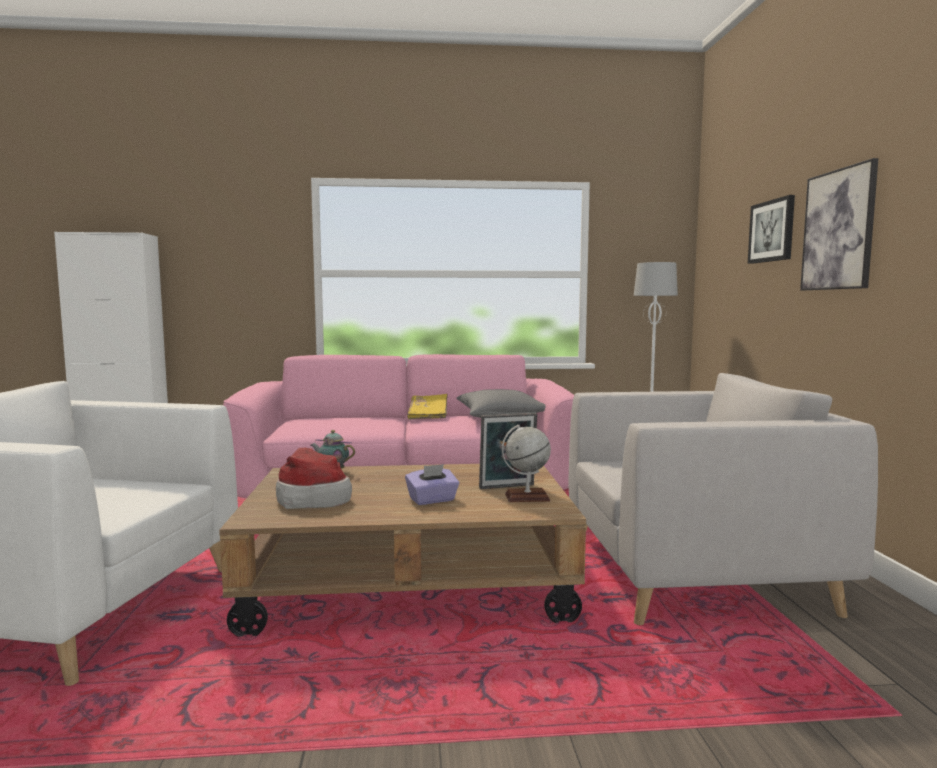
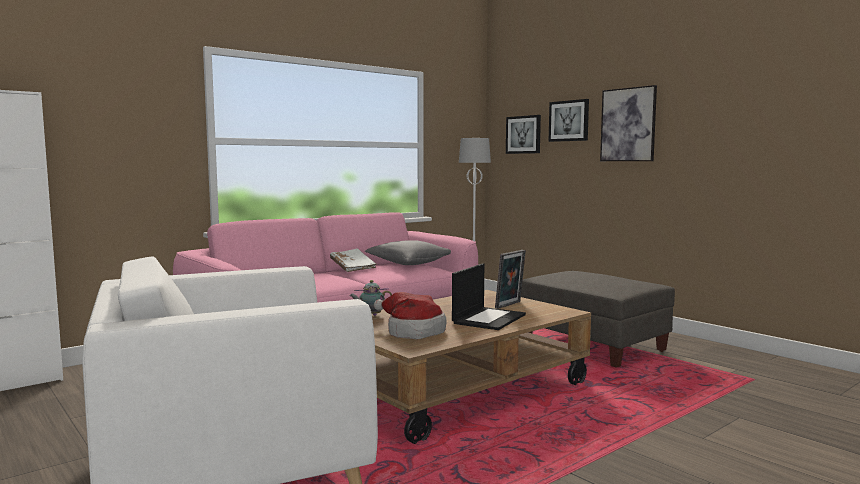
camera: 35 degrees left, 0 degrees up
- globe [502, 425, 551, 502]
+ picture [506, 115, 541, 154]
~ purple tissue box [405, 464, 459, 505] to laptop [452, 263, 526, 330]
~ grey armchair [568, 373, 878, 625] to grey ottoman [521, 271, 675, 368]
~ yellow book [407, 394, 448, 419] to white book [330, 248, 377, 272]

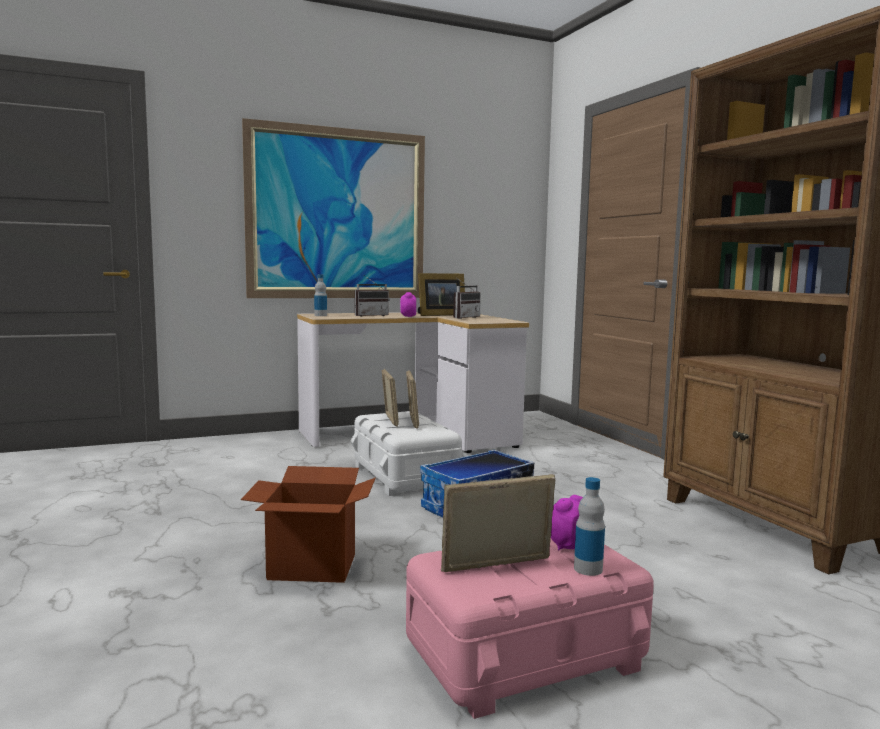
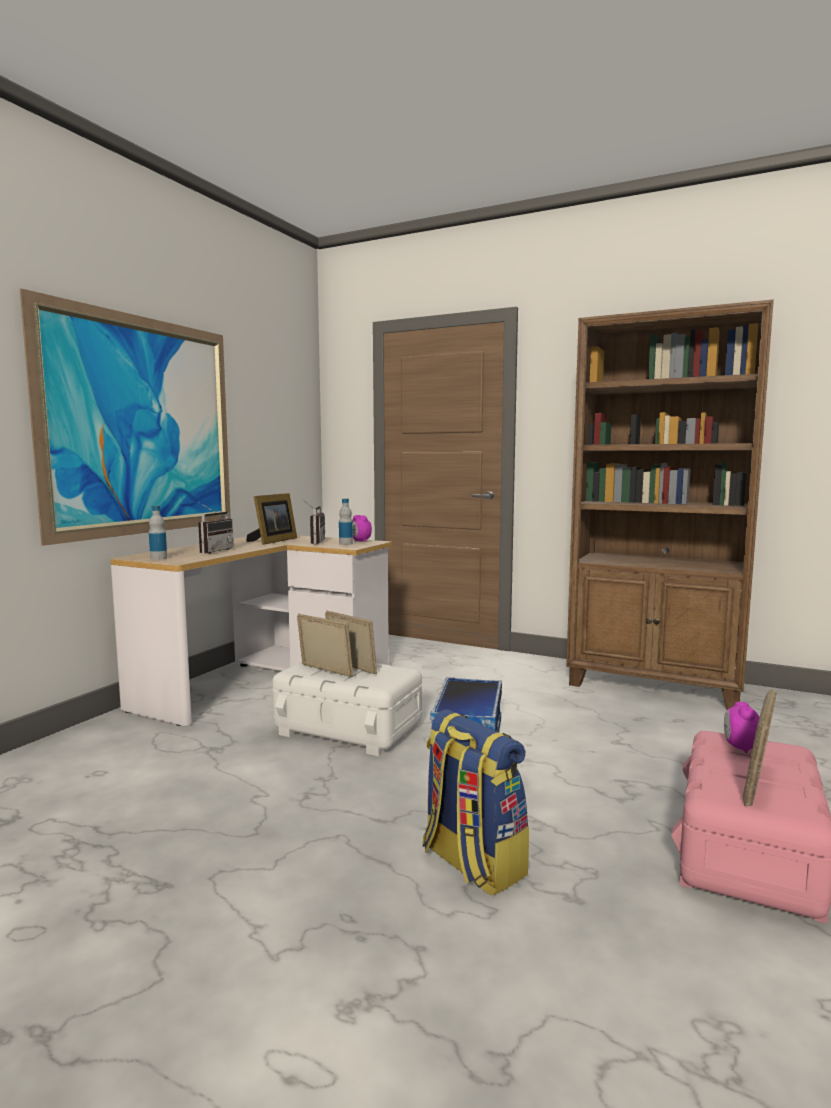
camera: 40 degrees left, 0 degrees up
~ alarm clock [400, 292, 416, 317] to [352, 515, 372, 542]
~ bottle [574, 477, 605, 576] to [339, 499, 353, 545]
~ cardboard box [241, 466, 376, 583] to backpack [423, 709, 529, 896]

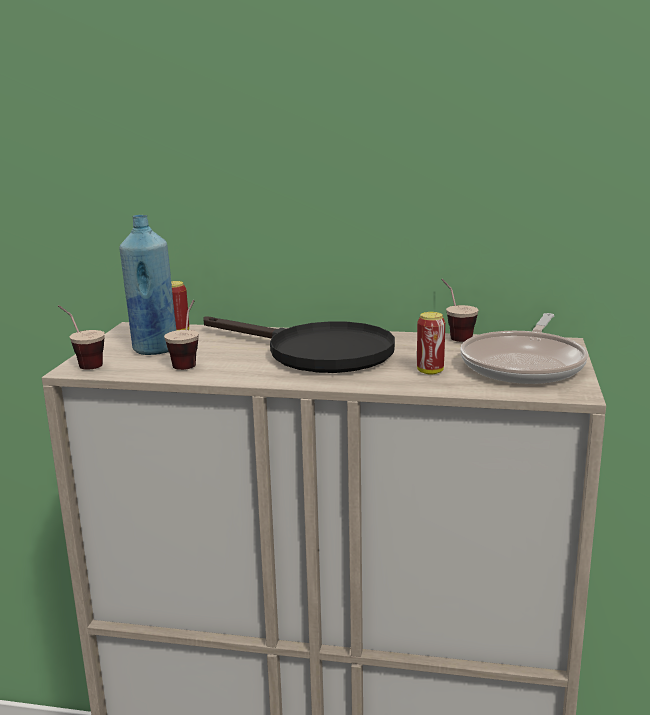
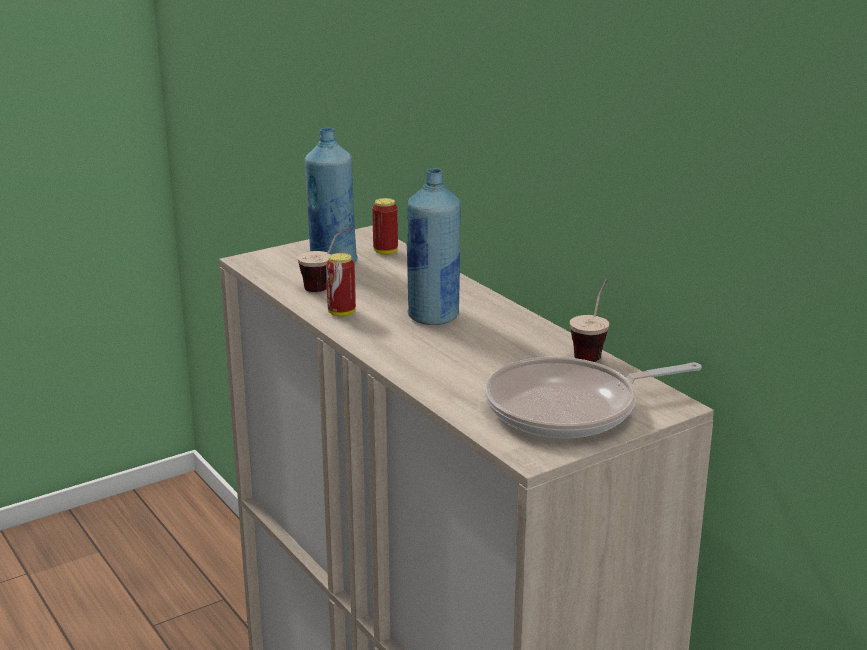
camera: 45 degrees right, 5 degrees up
- cup [58, 305, 105, 370]
~ can [417, 312, 445, 375] to [326, 253, 356, 317]
~ black frying pan [204, 316, 395, 373] to blue bottle [406, 168, 461, 325]

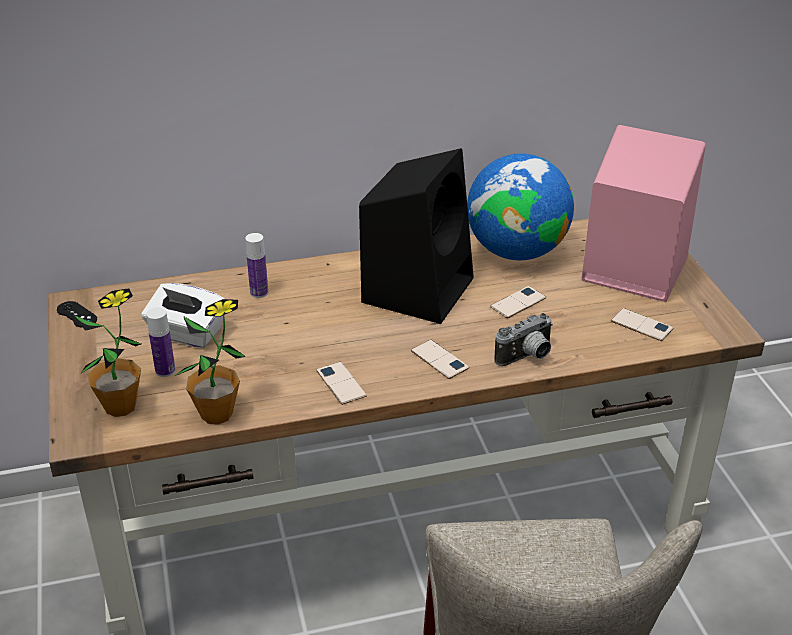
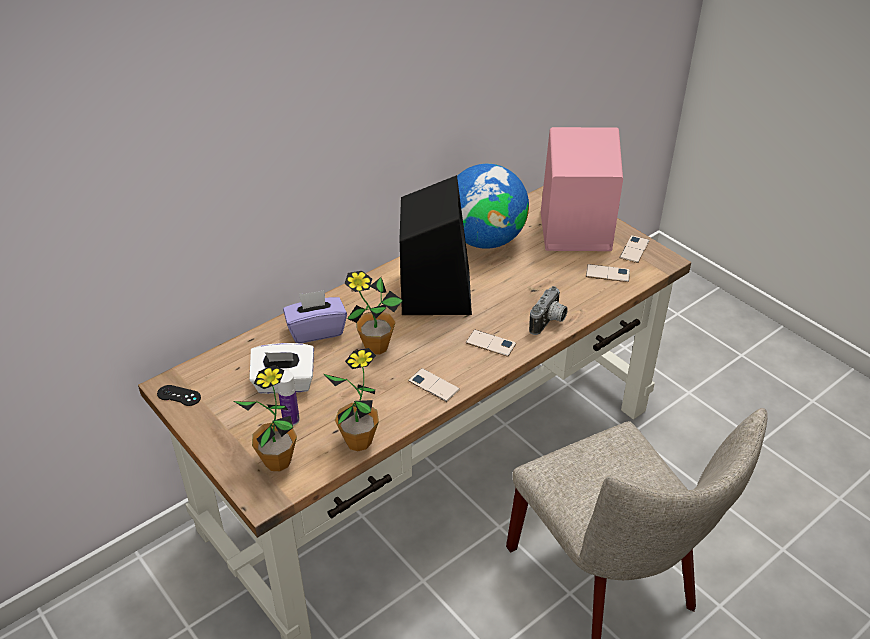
camera: 25 degrees left, 5 degrees up
+ potted plant [344, 271, 403, 355]
~ phone [490, 286, 546, 318] to [619, 235, 649, 263]
~ bottle [245, 233, 268, 298] to purple tissue box [283, 290, 347, 343]

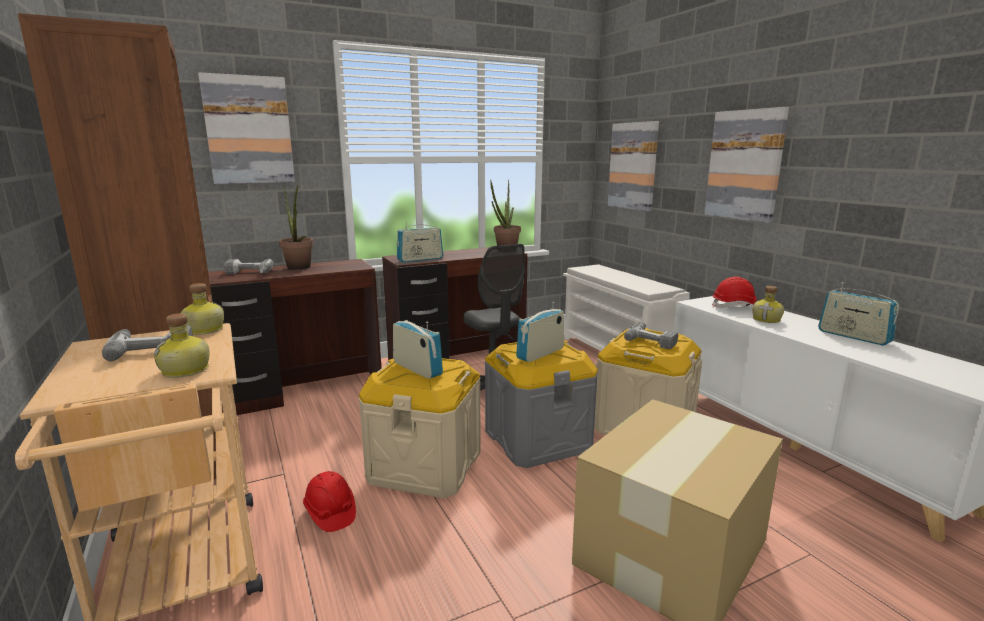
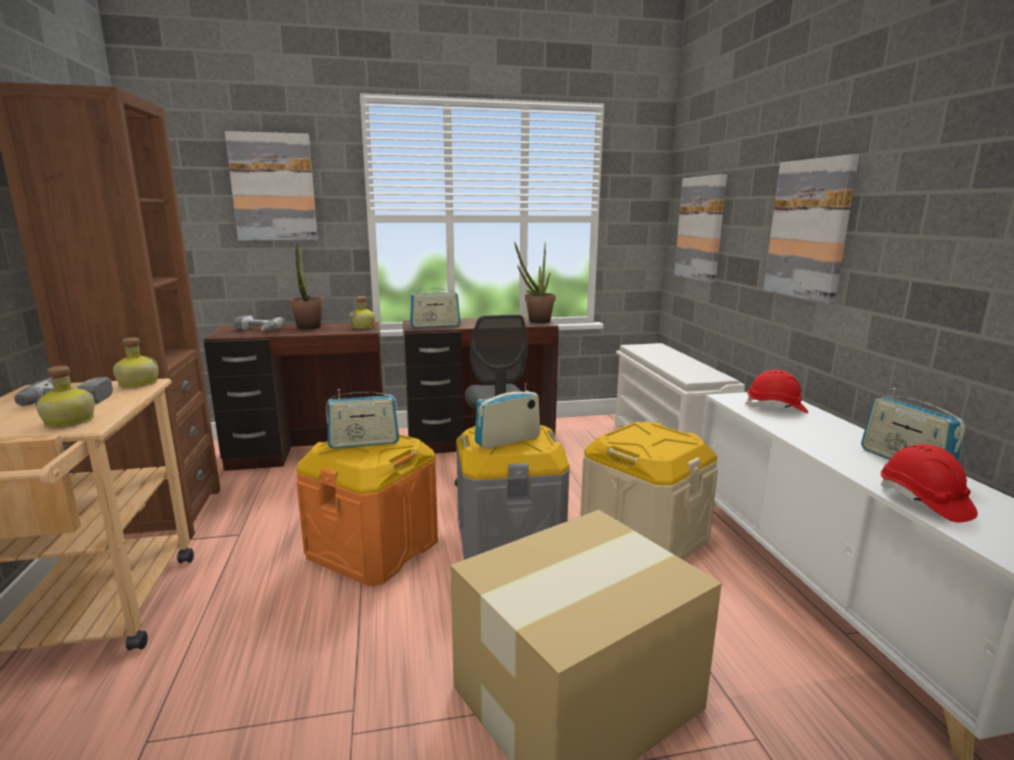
camera: 15 degrees right, 0 degrees up
- power drill [624, 323, 678, 349]
~ red hard hat [303, 471, 356, 532] to [881, 444, 978, 522]
~ bottle [752, 286, 784, 323] to [349, 297, 375, 329]
~ beige storage box [359, 358, 481, 498] to orange storage box [296, 434, 438, 586]
~ radio [393, 320, 443, 379] = [326, 389, 399, 449] 105 degrees clockwise

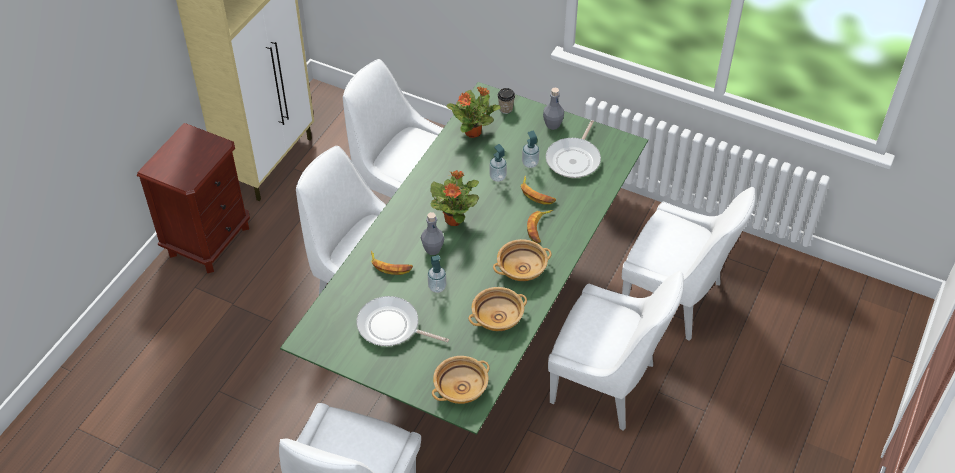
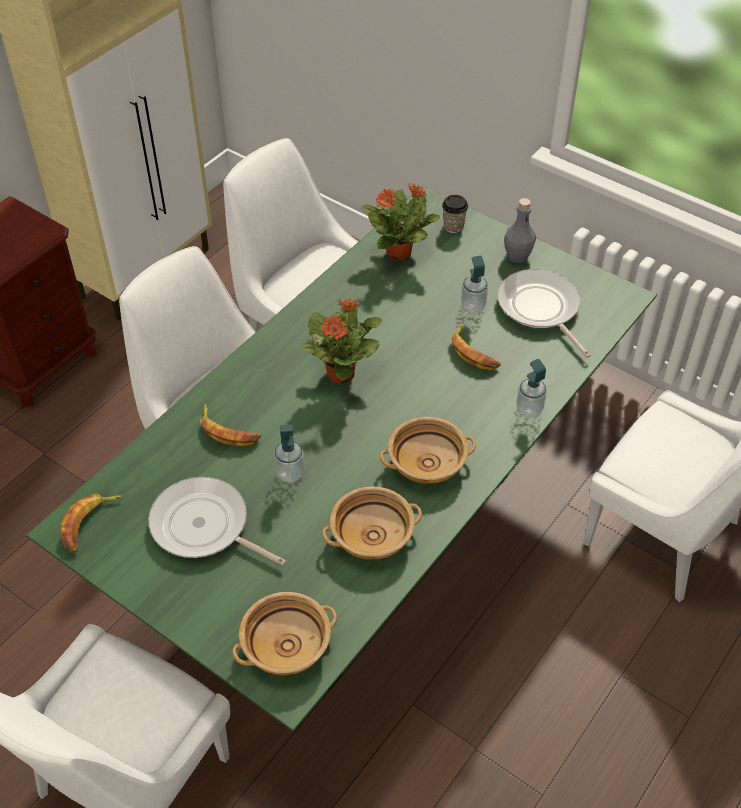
camera: 10 degrees right, 0 degrees up
- grey bottle [421, 212, 444, 255]
- white chair [548, 271, 684, 431]
~ soap dispenser [489, 144, 507, 182] to [516, 359, 547, 418]
~ banana [527, 210, 553, 243] to [60, 494, 123, 553]
~ frying pan [546, 120, 601, 178] = [497, 269, 591, 358] 120 degrees clockwise

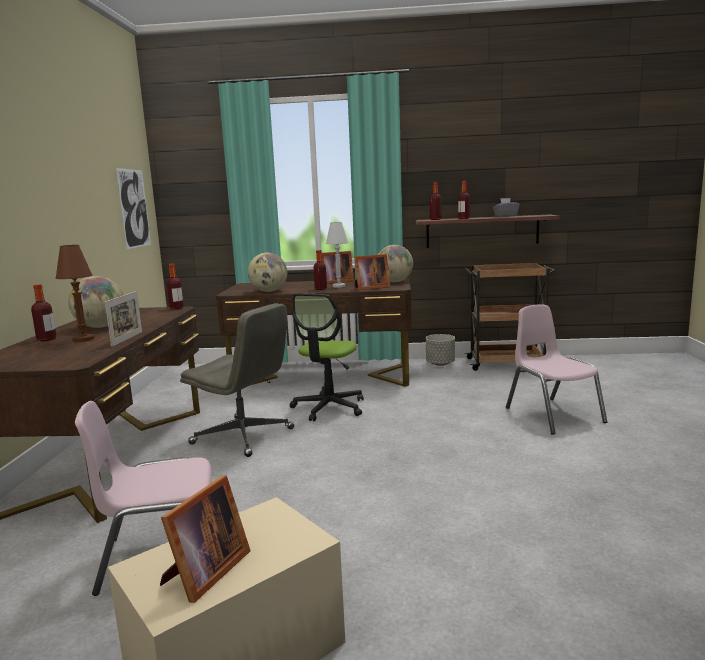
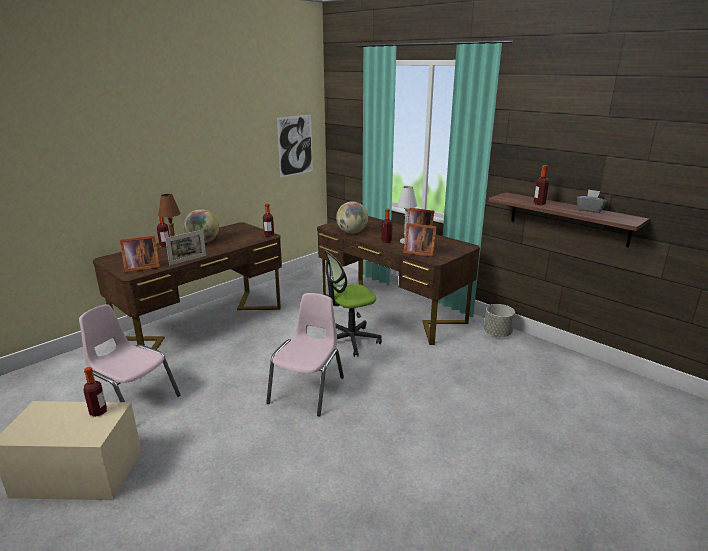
camera: 40 degrees right, 10 degrees up
- grey office chair [180, 303, 294, 457]
- globe [378, 245, 413, 282]
- brown cart [464, 263, 555, 371]
~ picture frame [160, 475, 251, 603] to [119, 235, 160, 272]
~ bottle [430, 182, 442, 220] to [84, 367, 107, 417]
~ pink chair [506, 304, 607, 435] to [266, 293, 344, 417]

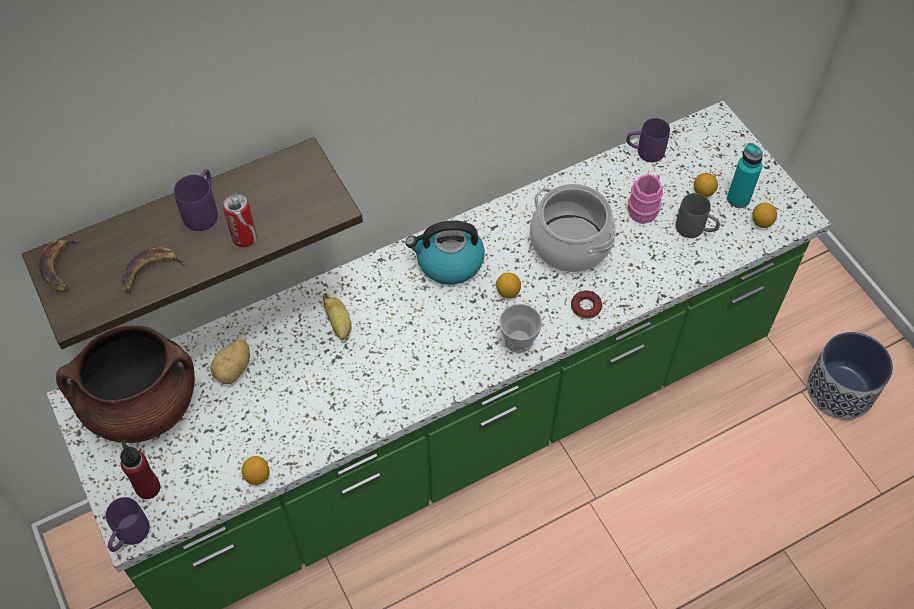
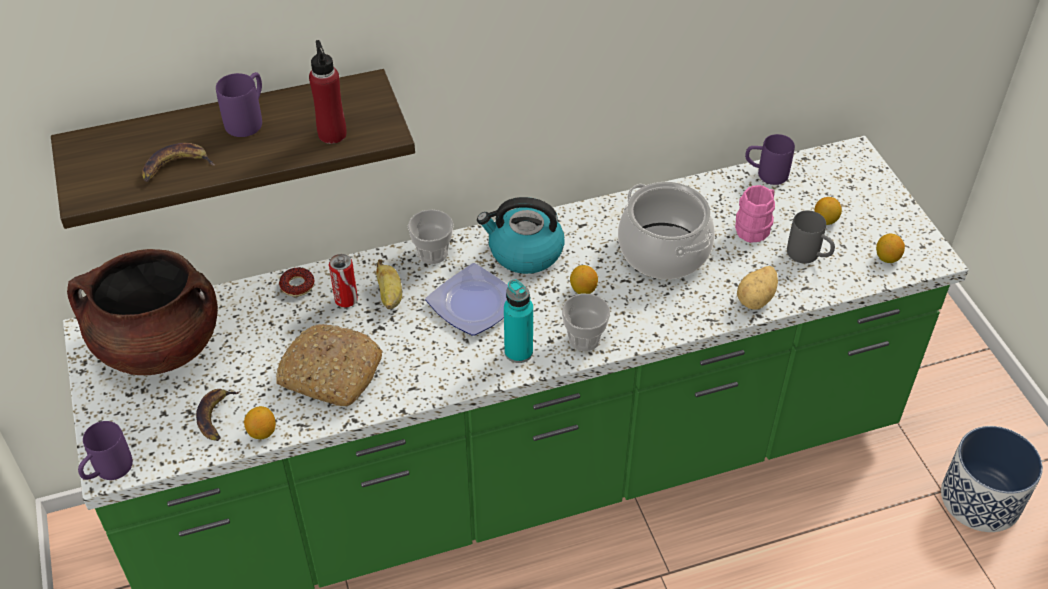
camera: 10 degrees right, 10 degrees down
+ bread [276, 324, 383, 406]
+ cup [408, 209, 454, 264]
+ plate [425, 263, 508, 336]
~ banana [39, 239, 80, 291] to [196, 389, 240, 441]
~ red bottle [120, 439, 160, 499] to [309, 40, 347, 144]
~ potato [210, 339, 250, 384] to [737, 266, 778, 310]
~ can [223, 193, 257, 247] to [329, 254, 358, 307]
~ donut [571, 290, 602, 319] to [279, 267, 314, 296]
~ turquoise bottle [727, 143, 763, 208] to [504, 279, 533, 363]

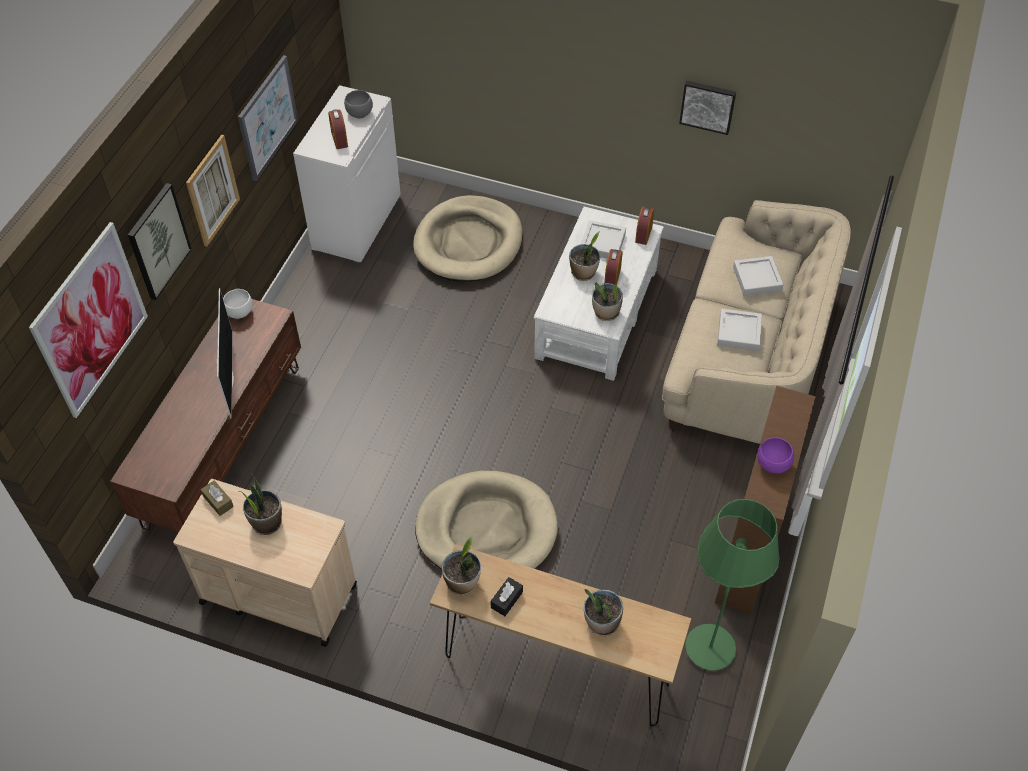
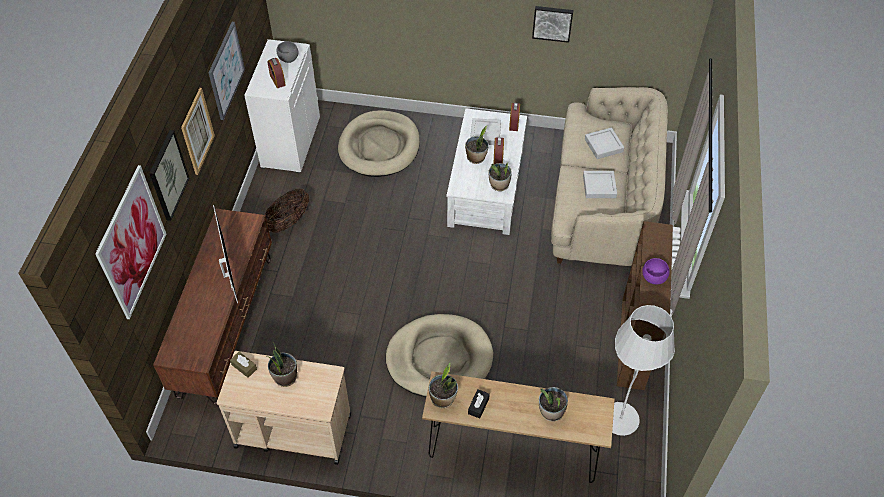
camera: 10 degrees left, 0 degrees up
- white bowl [223, 289, 253, 319]
+ basket [265, 188, 309, 233]
~ green floor lamp [685, 499, 780, 671] to white floor lamp [612, 305, 675, 436]

